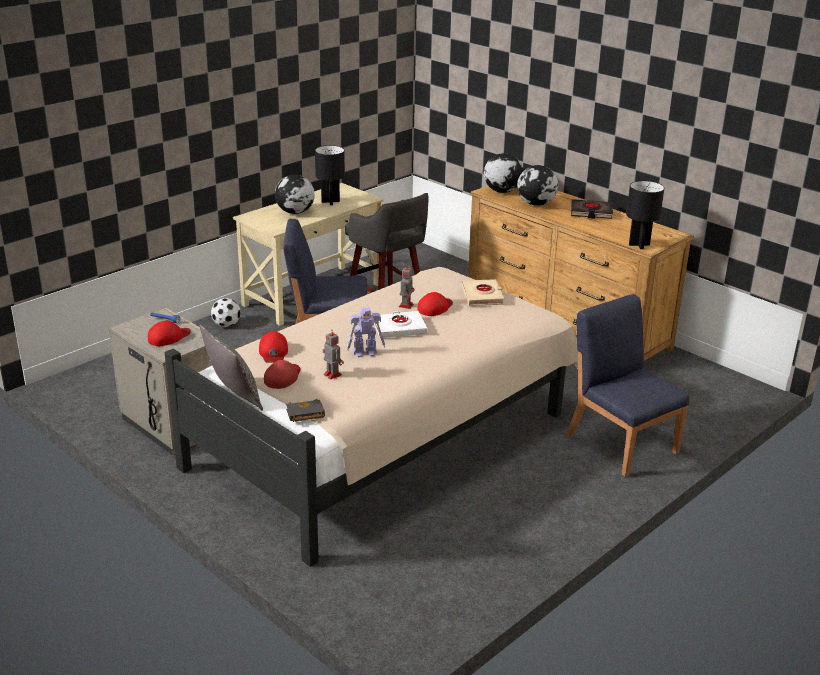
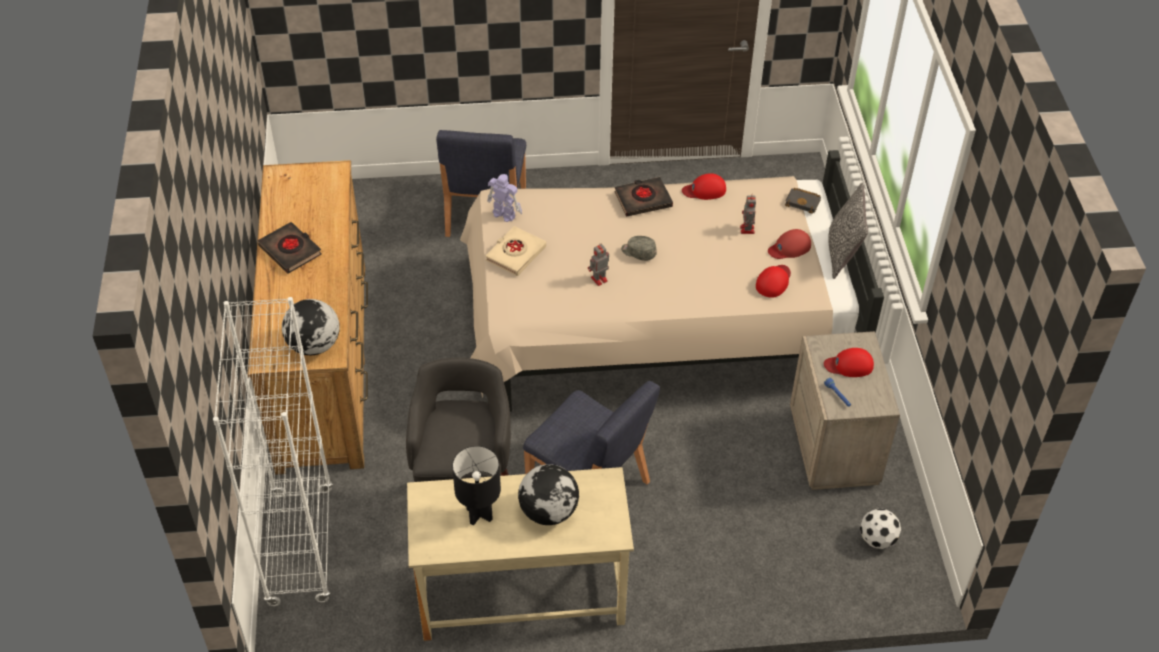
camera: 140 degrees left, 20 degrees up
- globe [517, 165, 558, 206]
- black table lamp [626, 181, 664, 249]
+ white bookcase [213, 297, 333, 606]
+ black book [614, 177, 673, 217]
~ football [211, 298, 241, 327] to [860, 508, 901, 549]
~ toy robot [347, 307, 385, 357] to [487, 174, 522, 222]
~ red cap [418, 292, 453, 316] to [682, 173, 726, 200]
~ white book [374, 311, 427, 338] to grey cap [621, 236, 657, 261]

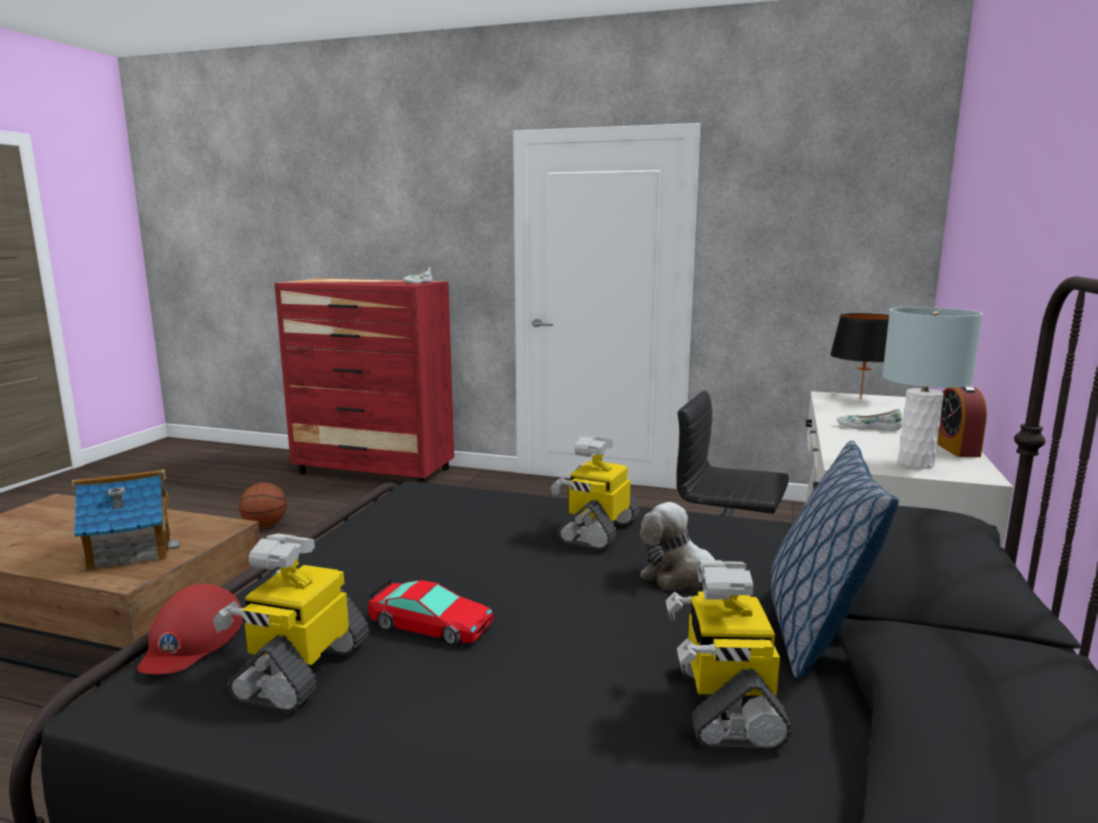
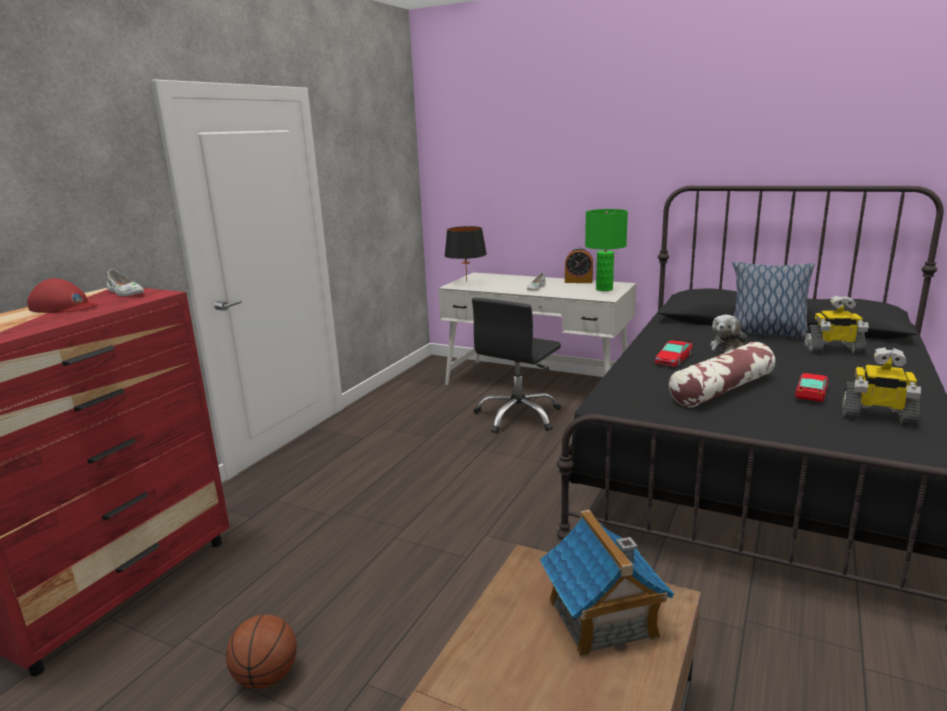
camera: 80 degrees left, 5 degrees up
+ pillow [669, 342, 775, 407]
~ red cap [137, 584, 243, 674] to [27, 278, 98, 313]
~ toy robot [551, 436, 640, 550] to toy car [655, 338, 692, 367]
~ grey table lamp [882, 307, 983, 469] to green table lamp [585, 209, 628, 291]

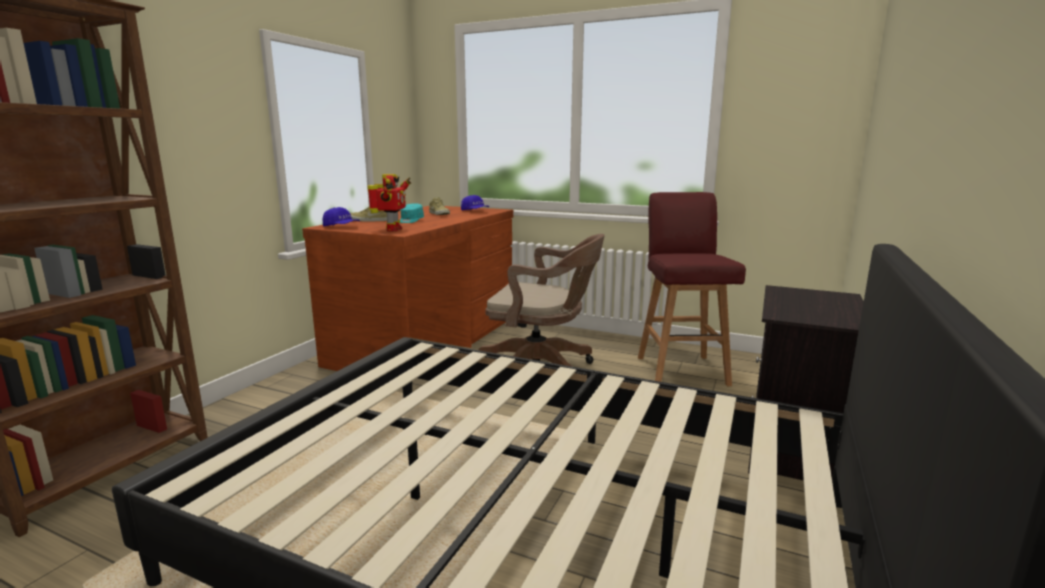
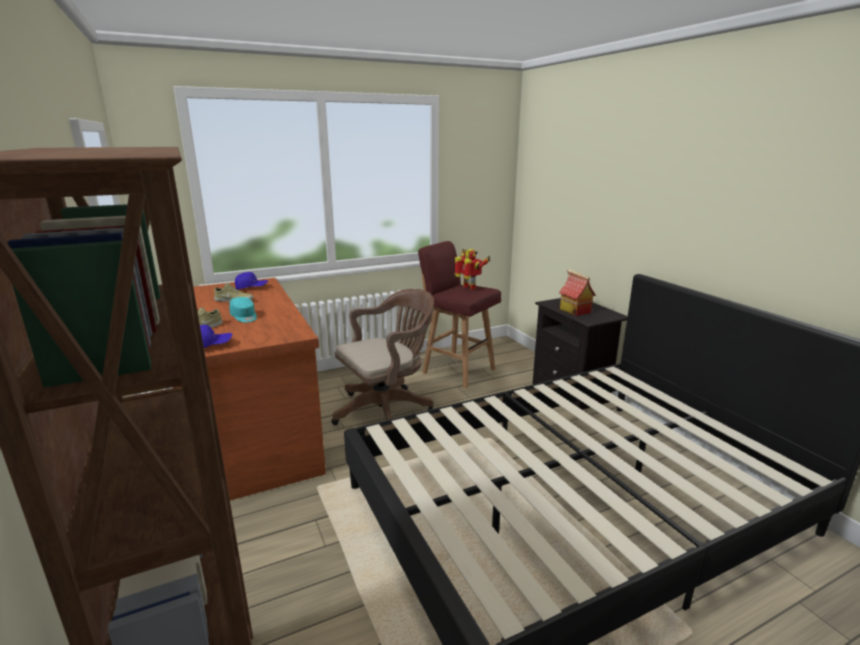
camera: 50 degrees left, 5 degrees up
+ toy house [559, 269, 596, 316]
~ toy robot [368, 174, 411, 232] to [455, 249, 491, 290]

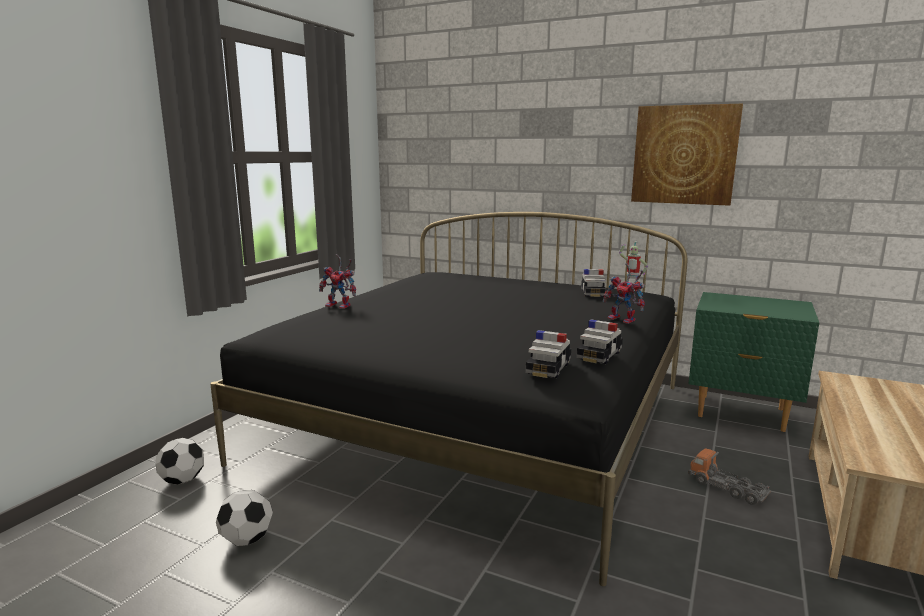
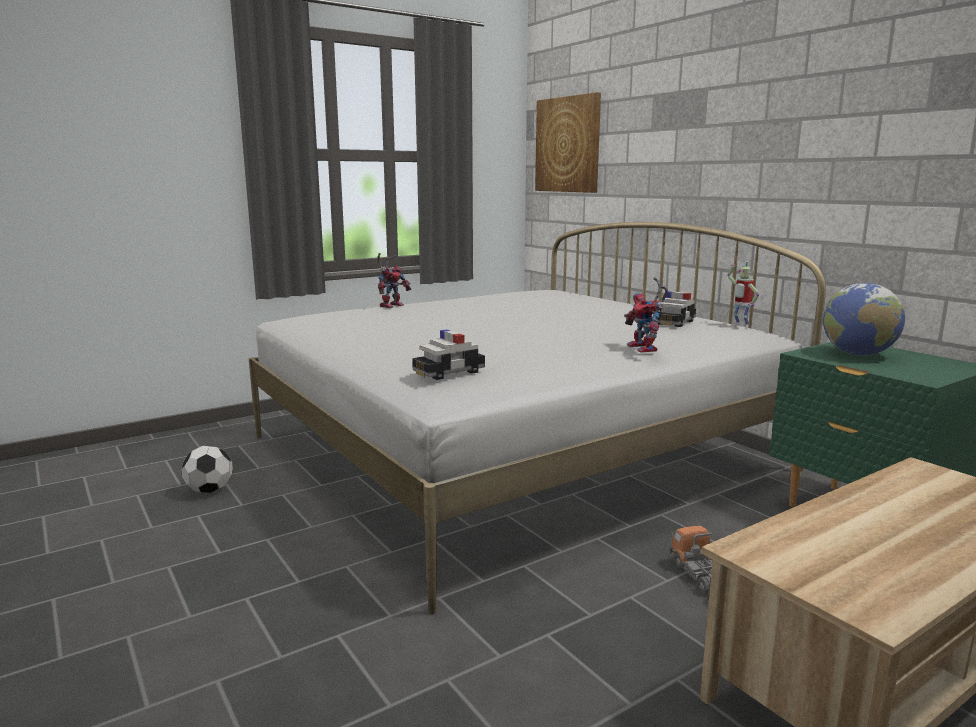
camera: 30 degrees right, 0 degrees up
- football [156, 438, 204, 485]
- toy car [577, 319, 623, 364]
+ globe [823, 283, 905, 356]
~ picture [631, 104, 743, 206] to [535, 92, 601, 193]
~ black bed [210, 212, 687, 586] to white bed [249, 222, 826, 614]
~ toy robot [319, 254, 356, 309] = [377, 253, 411, 308] 105 degrees counterclockwise

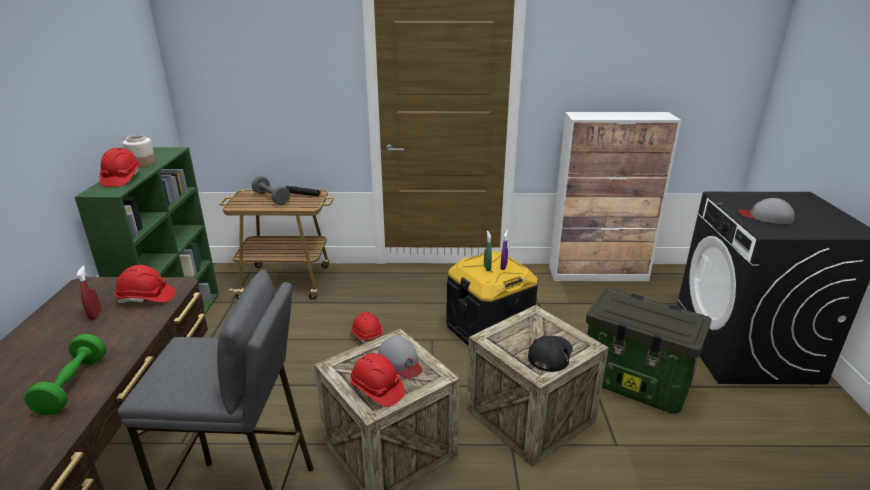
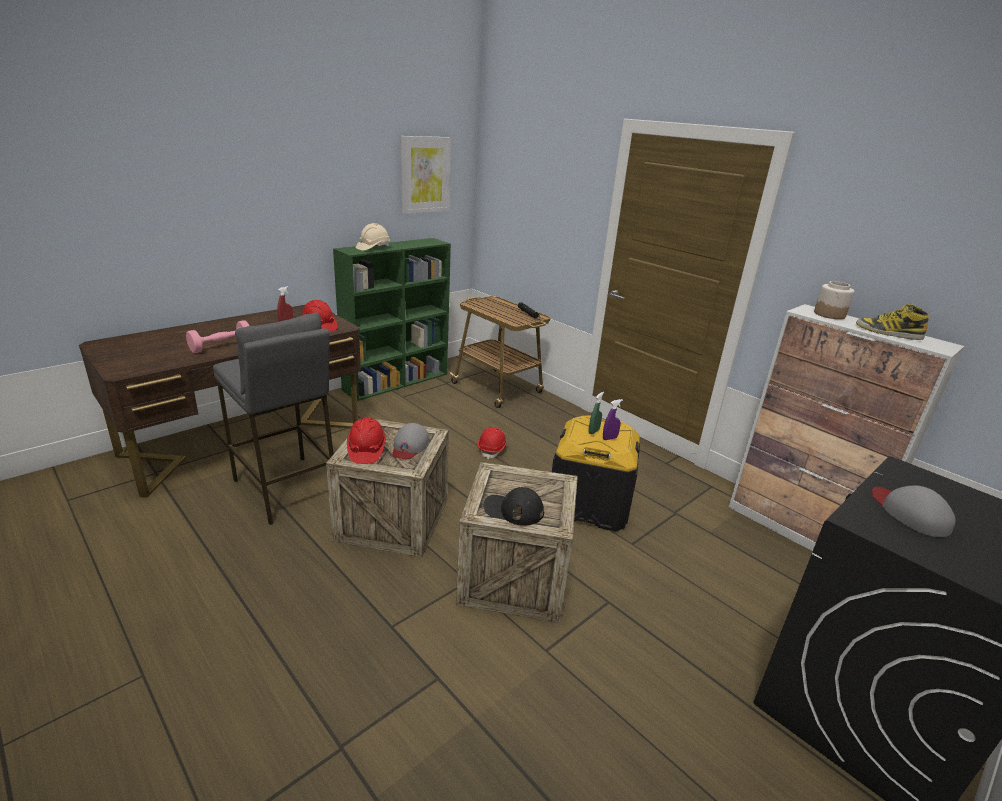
camera: 45 degrees right, 0 degrees up
- grey dumbbell [252, 176, 290, 205]
- storage box [586, 288, 712, 414]
+ picture [401, 136, 451, 214]
+ boot [856, 304, 929, 340]
~ jar [123, 135, 156, 168] to [814, 281, 855, 319]
~ green dumbbell [24, 334, 106, 415] to pink dumbbell [186, 320, 250, 353]
~ red hard hat [99, 148, 141, 187] to beige hard hat [356, 223, 390, 251]
~ black cap [528, 336, 573, 372] = [484, 487, 544, 526] 150 degrees counterclockwise

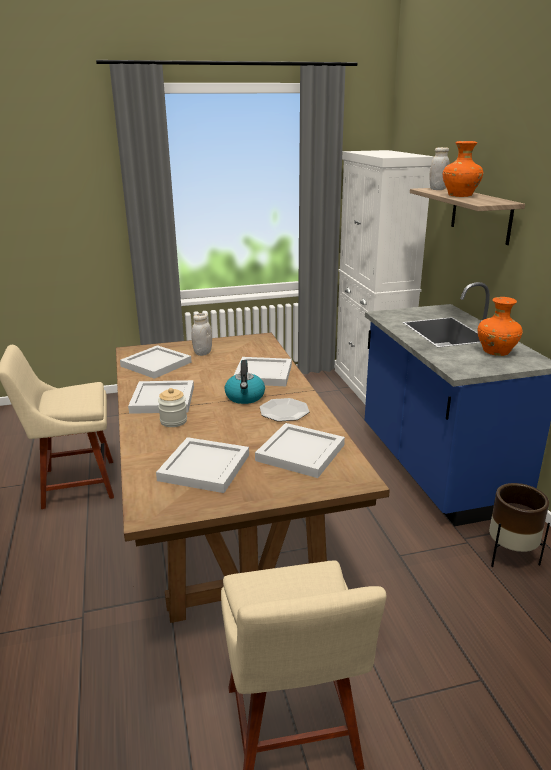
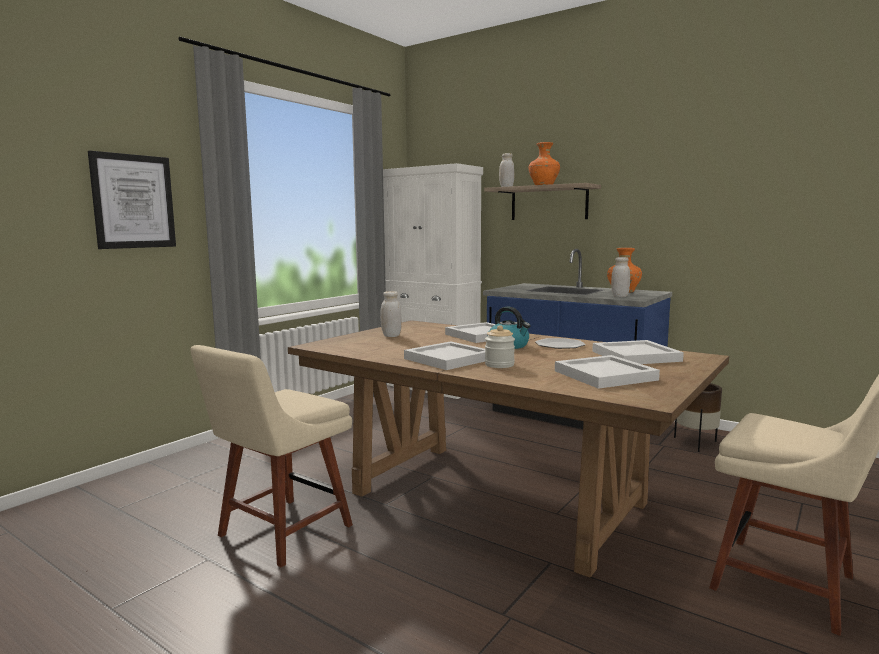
camera: 40 degrees left, 15 degrees down
- white tray [120, 345, 192, 379]
+ picture [88, 150, 176, 249]
+ white jar [611, 257, 630, 297]

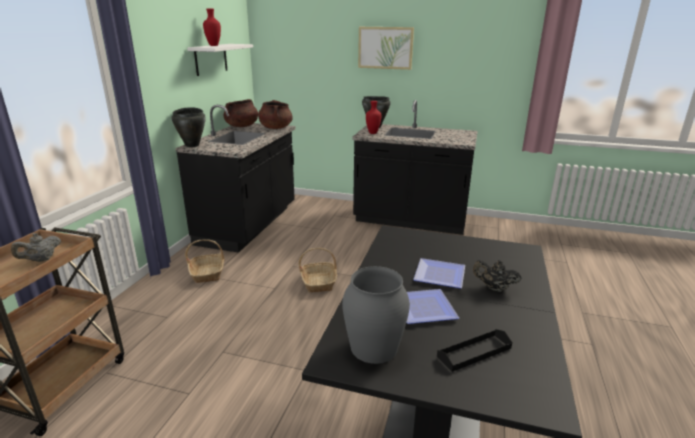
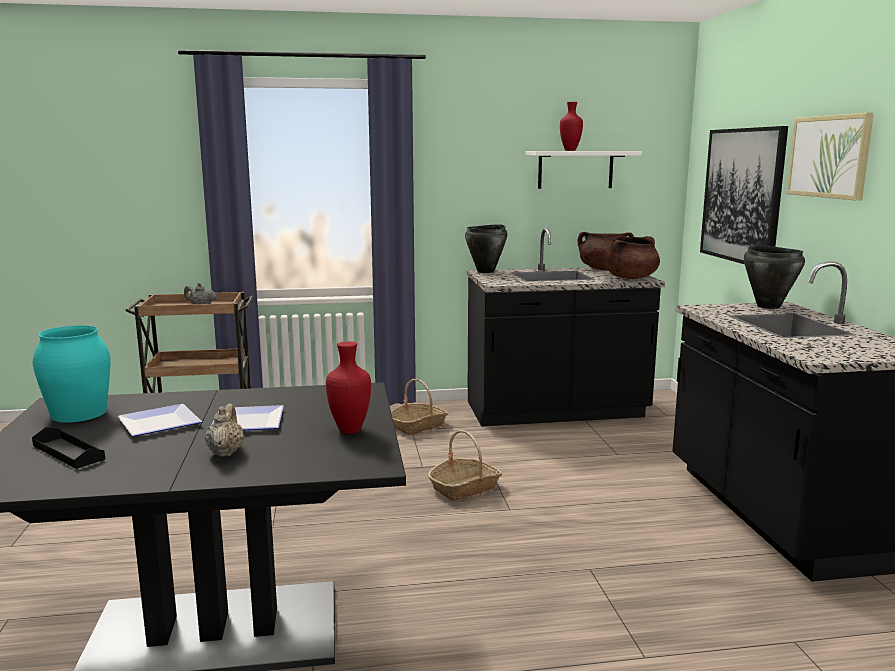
camera: 65 degrees right, 10 degrees down
+ picture [700, 126, 788, 264]
~ red vase [366, 101, 381, 134] to [326, 341, 371, 434]
~ grey vase [342, 266, 410, 364] to turquoise vase [33, 325, 111, 423]
~ black teapot [473, 260, 522, 292] to beige teapot [205, 404, 245, 457]

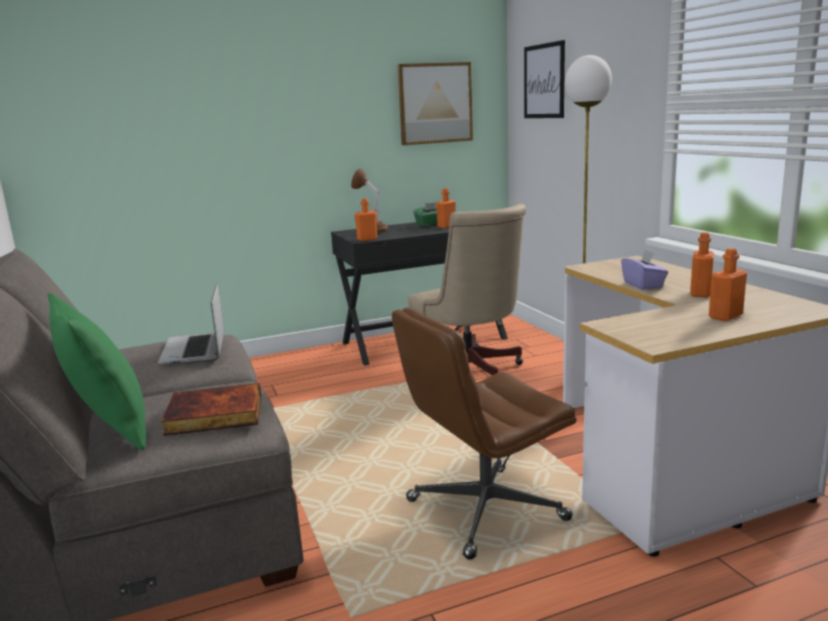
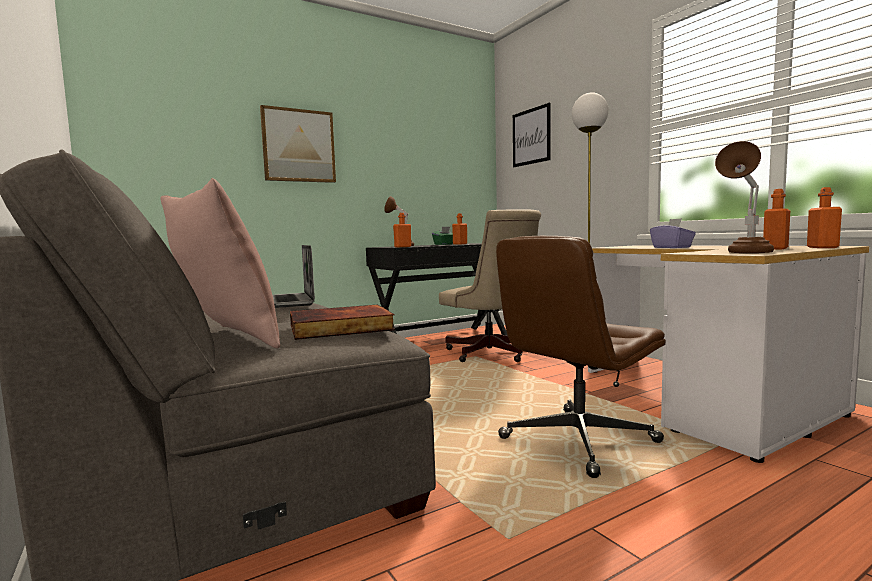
camera: 10 degrees left, 10 degrees down
+ brown table lamp [715, 141, 774, 253]
~ picture [397, 62, 473, 145] to [260, 105, 336, 183]
~ orange bottle [690, 232, 714, 297] to [807, 187, 842, 248]
~ green pillow [48, 293, 146, 450] to pink pillow [160, 178, 280, 348]

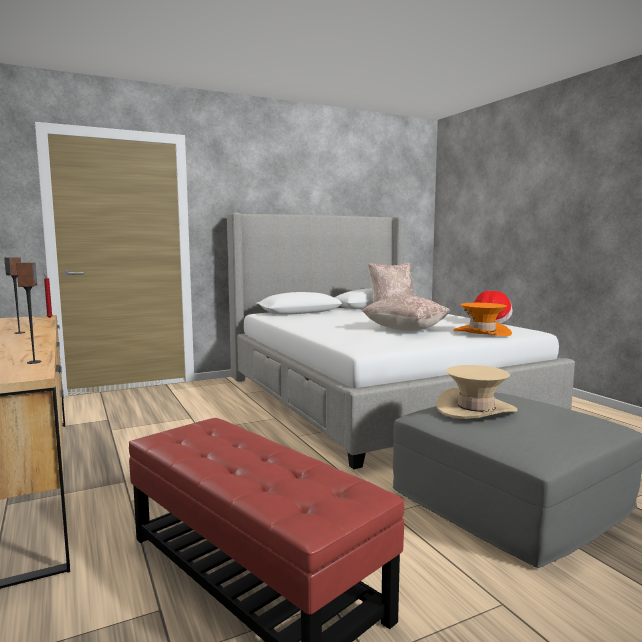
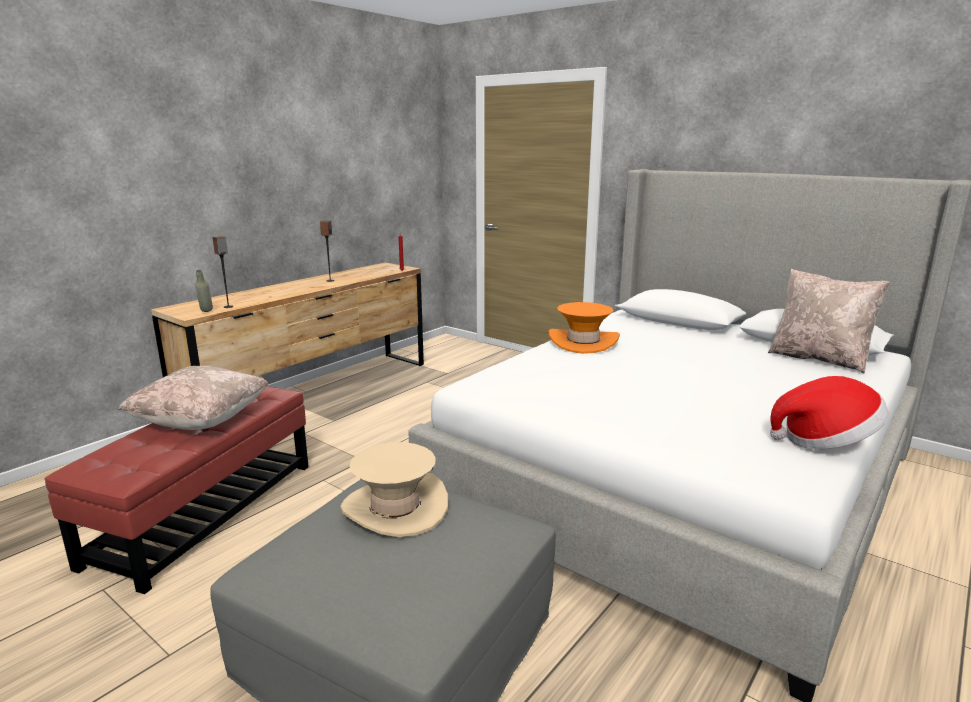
camera: 65 degrees right, 10 degrees up
+ grey bottle [195, 270, 213, 312]
~ beige pillow [362, 295, 451, 331] to [118, 366, 269, 430]
~ orange hat [453, 303, 512, 336] to [549, 302, 620, 354]

